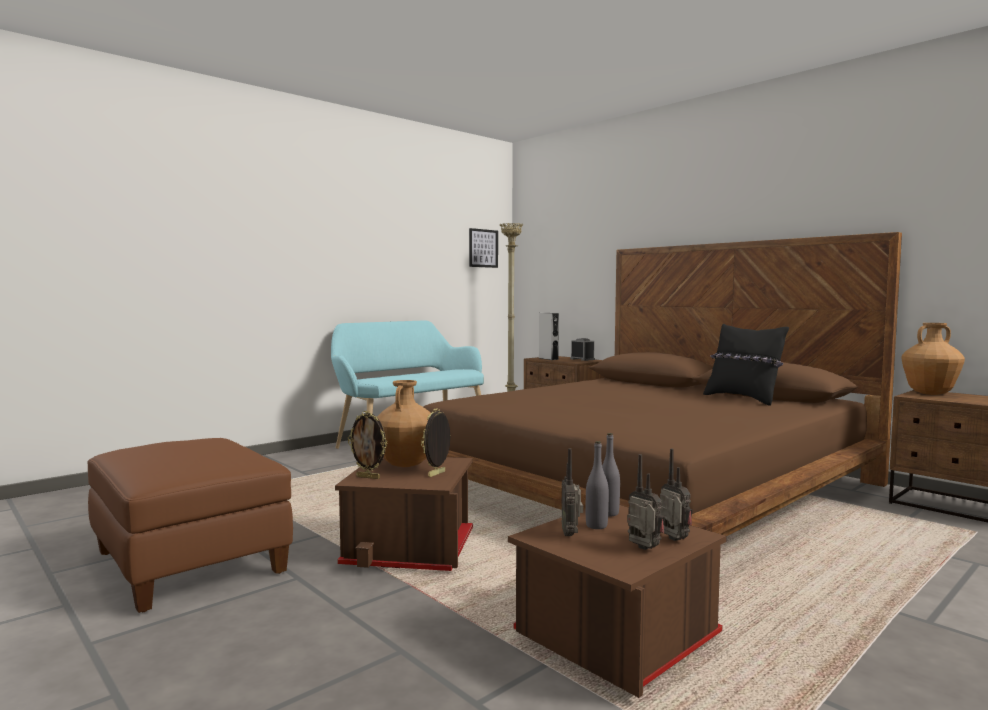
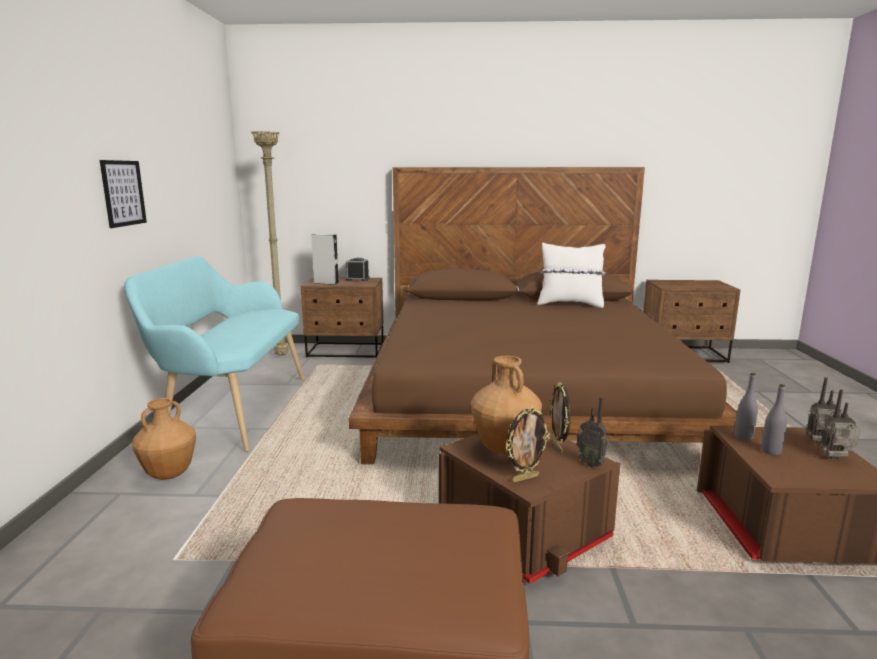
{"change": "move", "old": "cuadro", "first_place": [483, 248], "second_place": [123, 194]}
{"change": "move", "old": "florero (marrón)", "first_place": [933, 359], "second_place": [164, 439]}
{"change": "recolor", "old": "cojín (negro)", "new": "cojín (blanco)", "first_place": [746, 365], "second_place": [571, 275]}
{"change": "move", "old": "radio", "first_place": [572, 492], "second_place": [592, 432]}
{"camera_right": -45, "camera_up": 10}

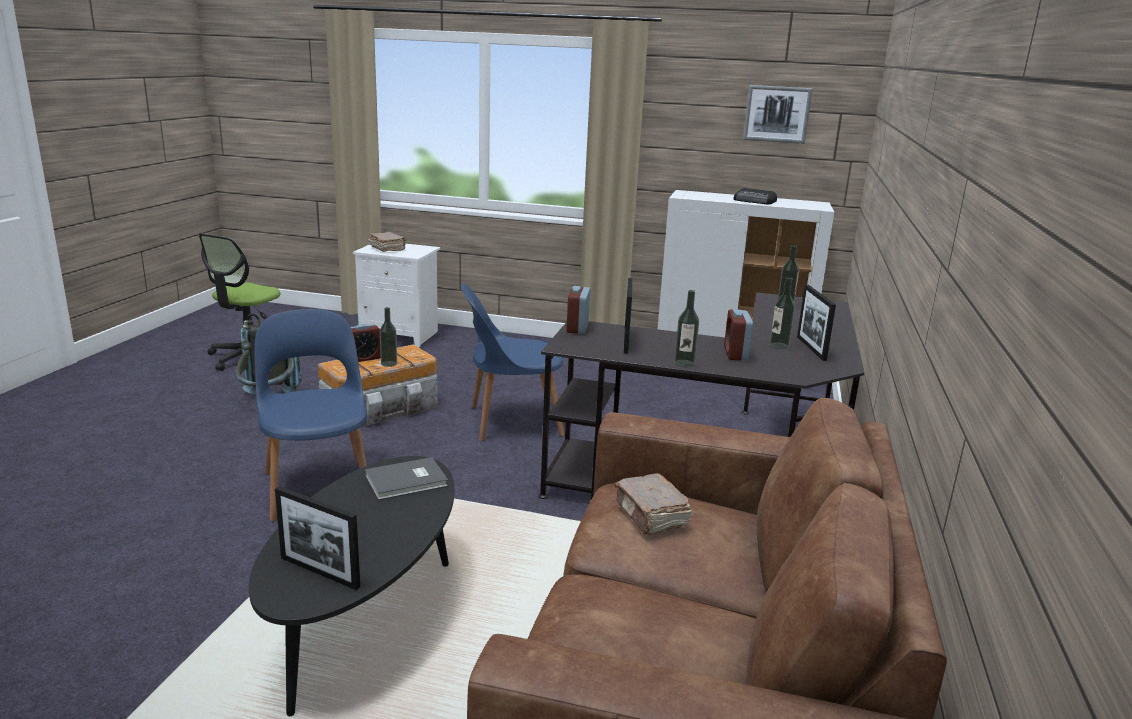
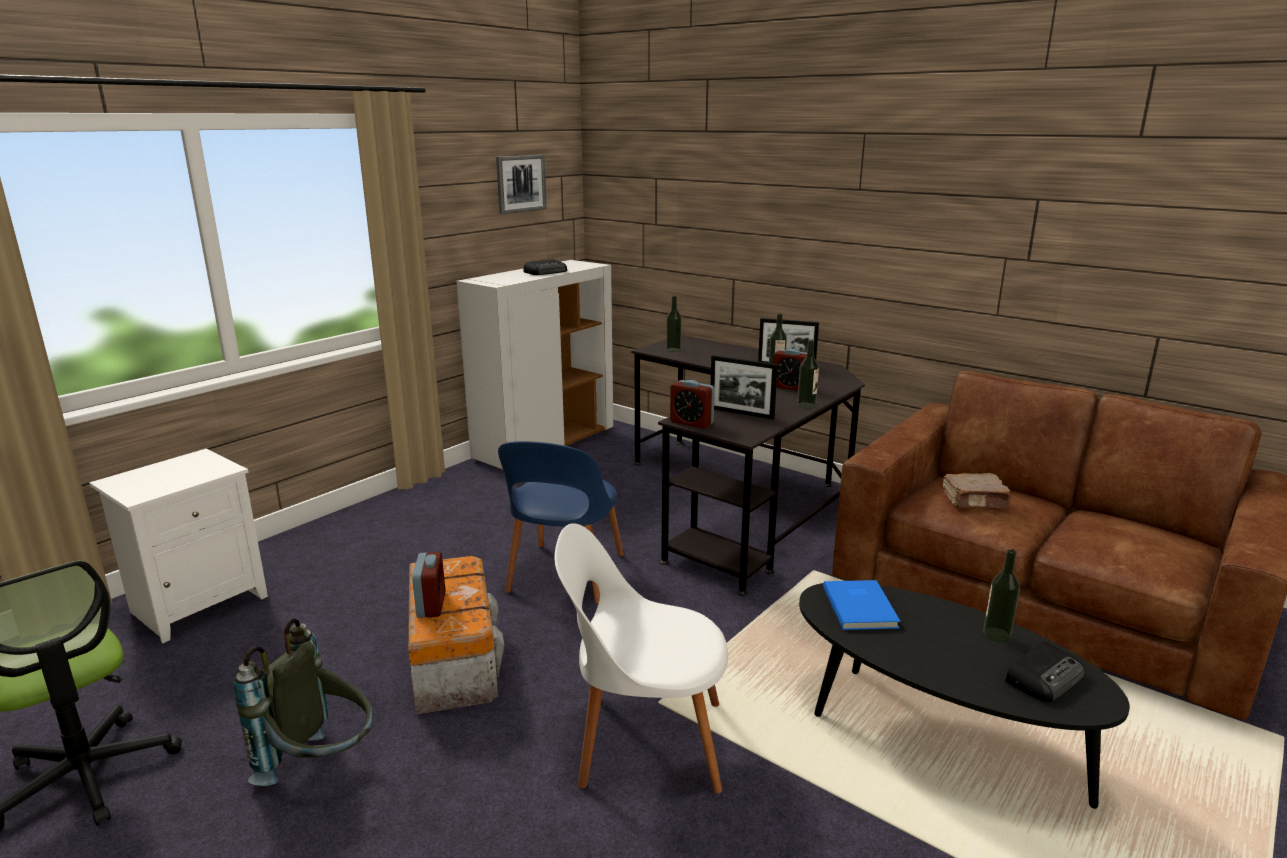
{"change": "delete", "old": "libro (marrón)", "first_place": [387, 242]}
{"change": "move", "old": "botella", "first_place": [388, 337], "second_place": [1001, 595]}
{"change": "recolor", "old": "silla (azul)", "new": "silla (blanco)", "first_place": [310, 415], "second_place": [641, 658]}
{"change": "recolor", "old": "libro (gris)", "new": "libro (azul)", "first_place": [406, 478], "second_place": [861, 605]}
{"change": "replace", "old": "portarretratos", "new": "radio", "first_place": [317, 538], "second_place": [1045, 671]}
{"camera_right": -65, "camera_up": 0}

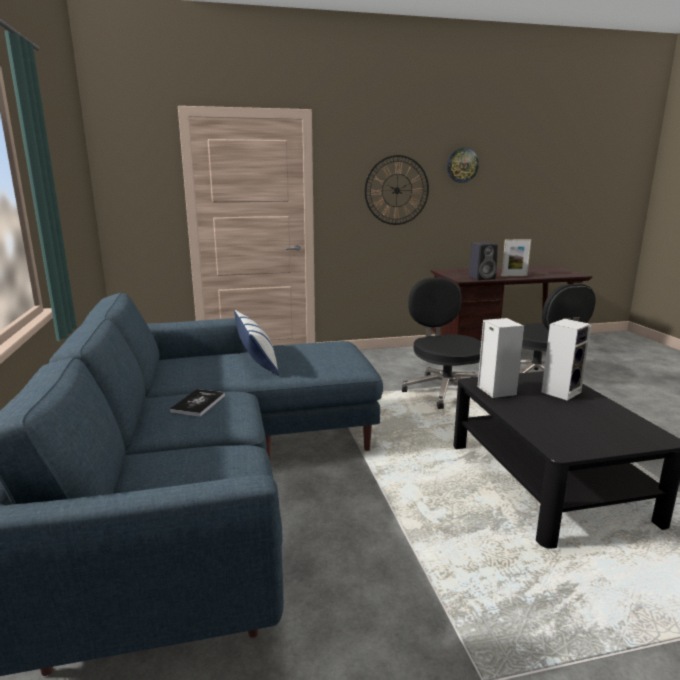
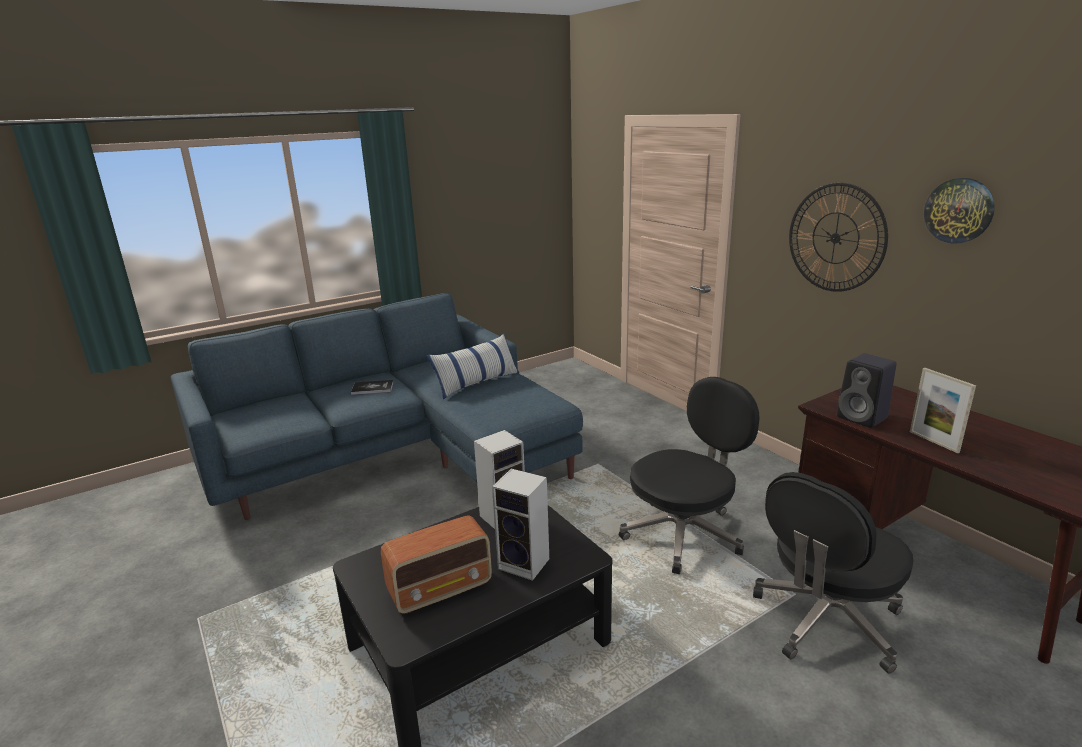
{"change": "insert", "new": "radio", "second_place": [436, 564]}
{"camera_right": 70, "camera_up": 5}

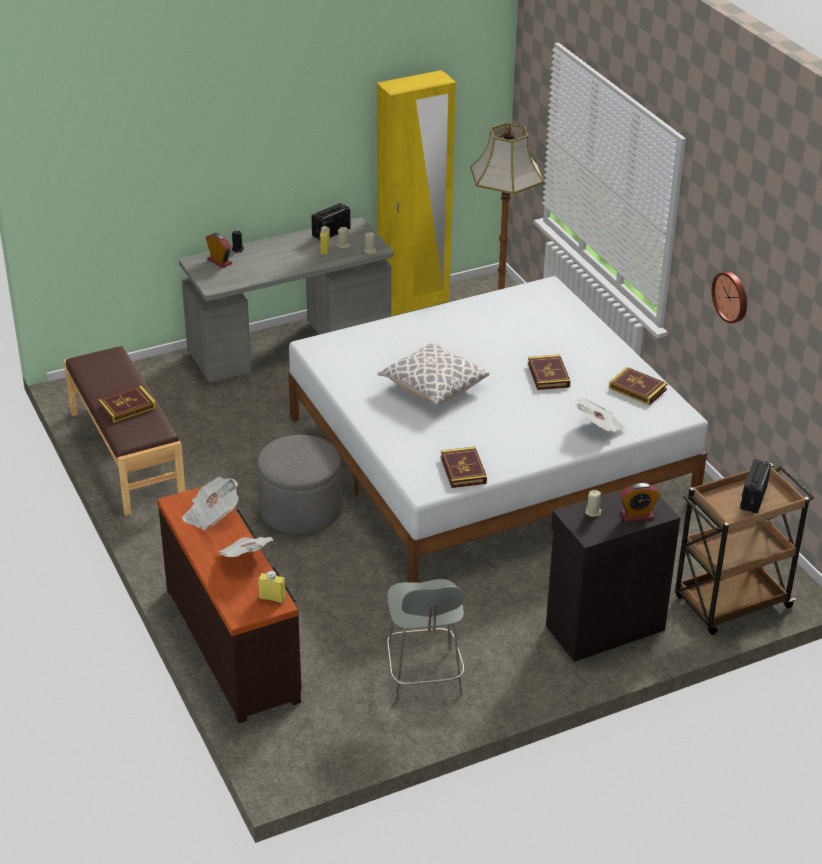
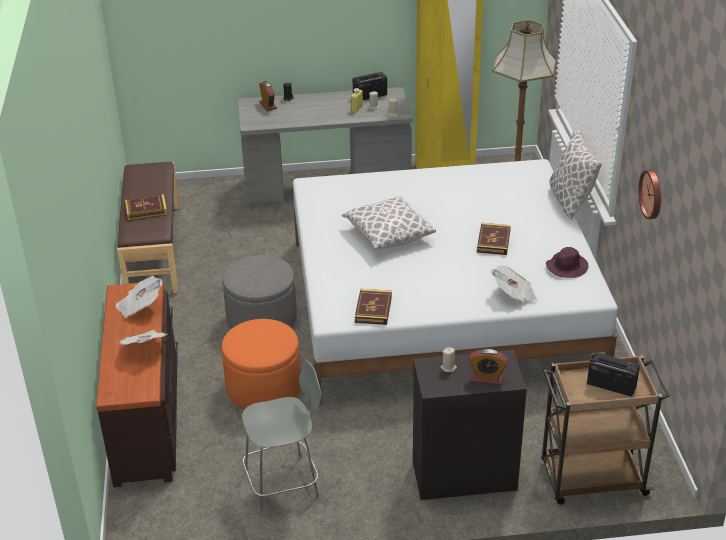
{"change": "replace", "old": "libro", "new": "sombrero (morado)", "first_place": [638, 386], "second_place": [567, 262]}
{"change": "rotate", "old": "radio", "first_place": [755, 486], "second_place": [613, 374], "degrees": 75}
{"change": "delete", "old": "botella (amarillo)", "first_place": [272, 587]}
{"change": "rotate", "old": "silla (gris)", "first_place": [425, 640], "second_place": [282, 436], "degrees": -120}
{"change": "insert", "new": "cojín", "second_place": [576, 174]}
{"change": "insert", "new": "puf (naranja)", "second_place": [261, 364]}
{"camera_right": 20, "camera_up": 0}

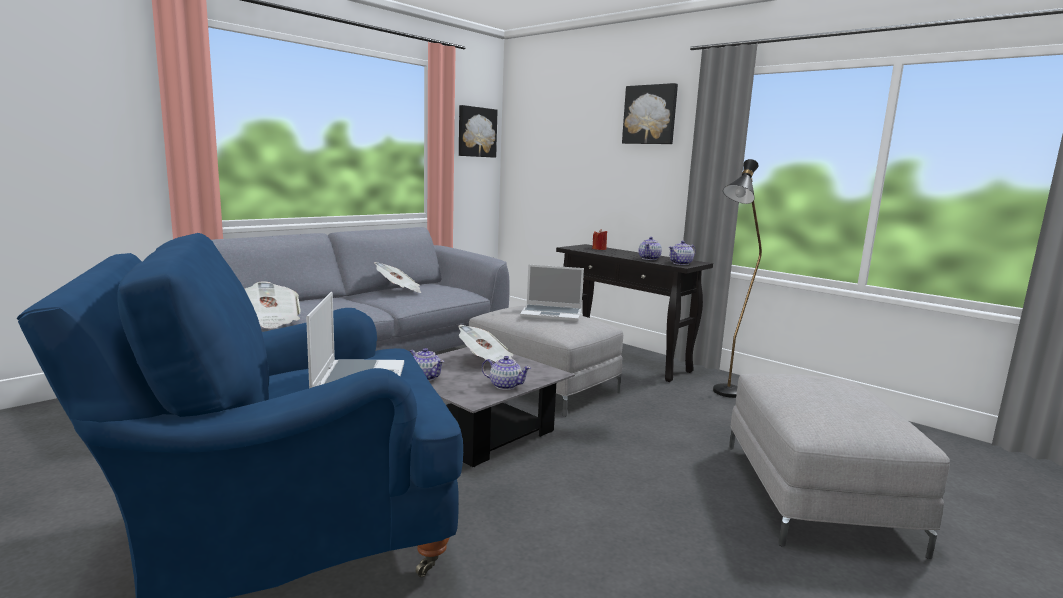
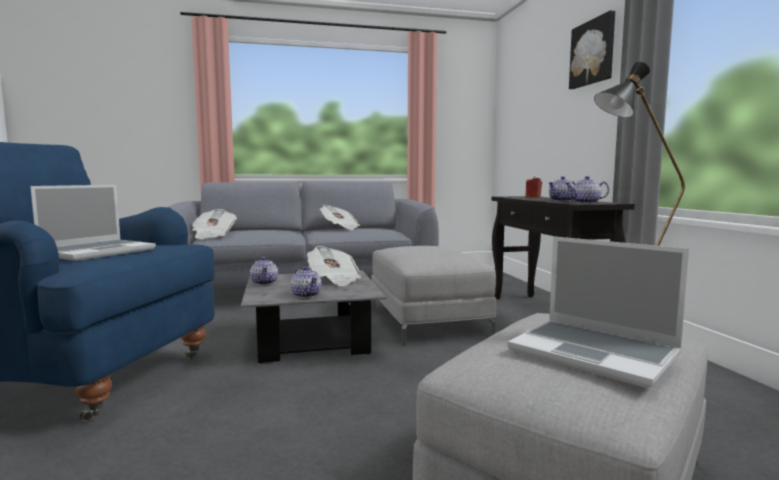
{"change": "delete", "old": "cuadro", "first_place": [478, 131]}
{"change": "move", "old": "portátil", "first_place": [552, 293], "second_place": [599, 312]}
{"camera_right": 35, "camera_up": -5}

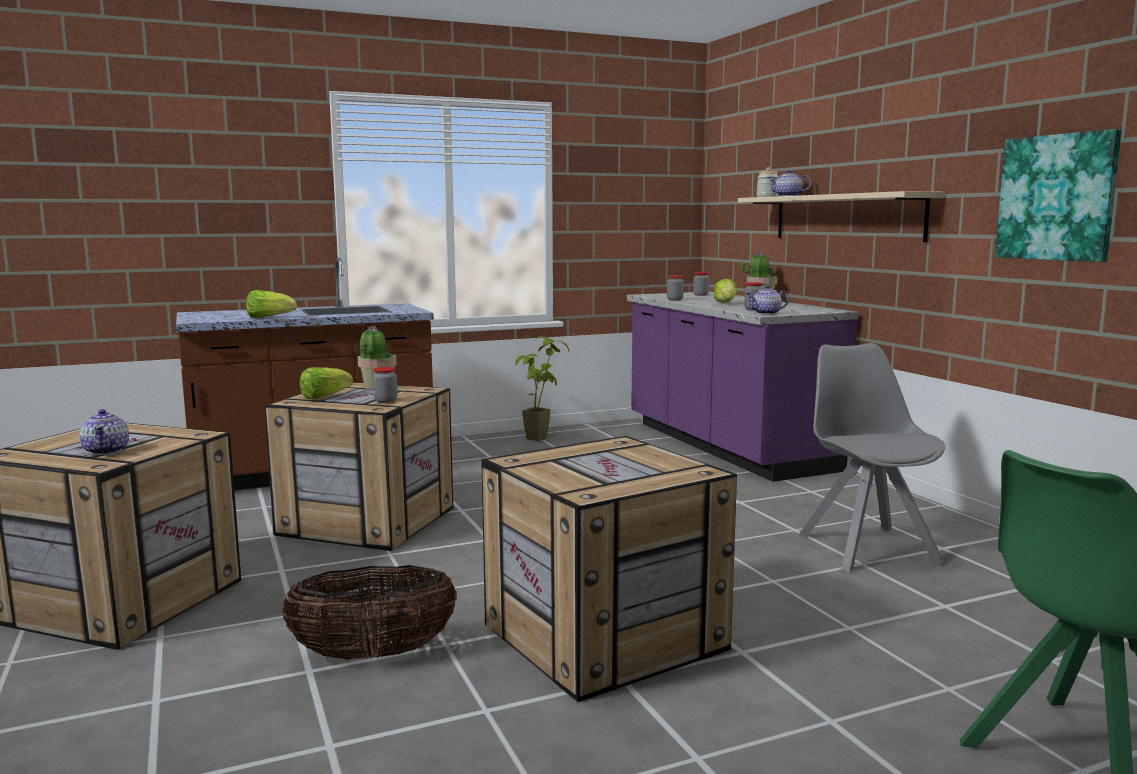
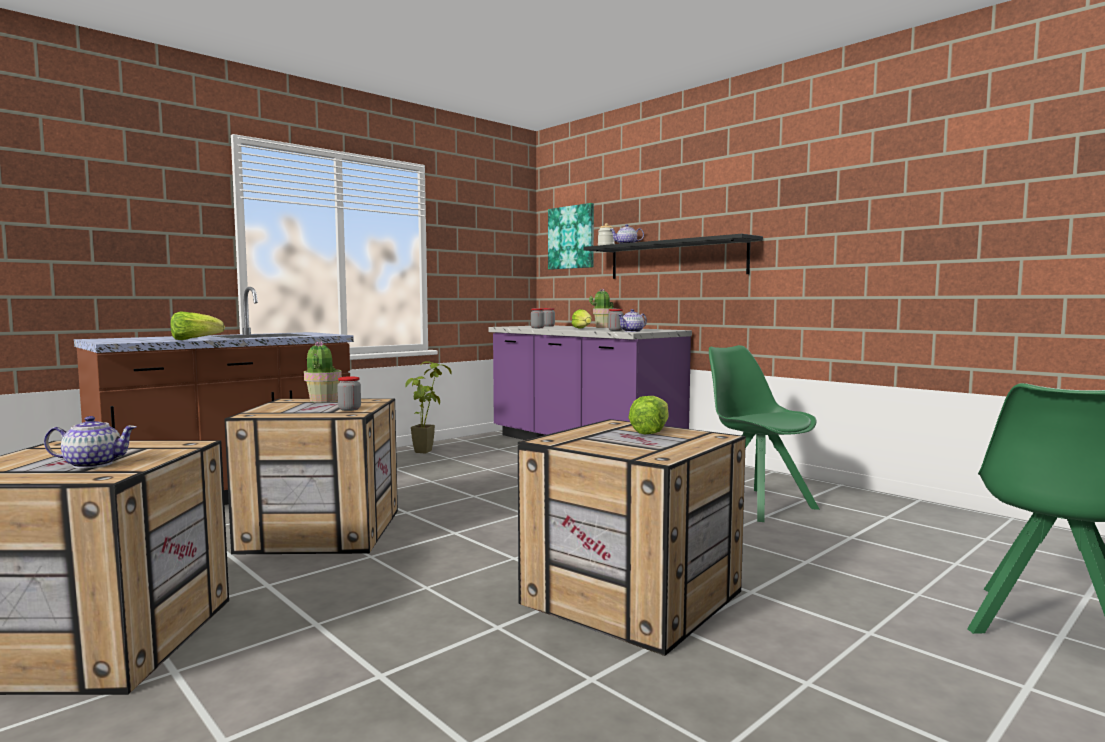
{"change": "move", "old": "cuadro", "first_place": [1058, 195], "second_place": [571, 236]}
{"change": "recolor", "old": "estante (beis)", "new": "estante (negro)", "first_place": [841, 216], "second_place": [673, 256]}
{"change": "recolor", "old": "silla (gris)", "new": "silla (verde)", "first_place": [872, 457], "second_place": [764, 433]}
{"change": "move", "old": "lechuga", "first_place": [326, 383], "second_place": [648, 415]}
{"change": "rotate", "old": "tetera", "first_place": [104, 432], "second_place": [90, 442], "degrees": -60}
{"change": "delete", "old": "cesta", "first_place": [369, 612]}
{"camera_right": -20, "camera_up": -5}

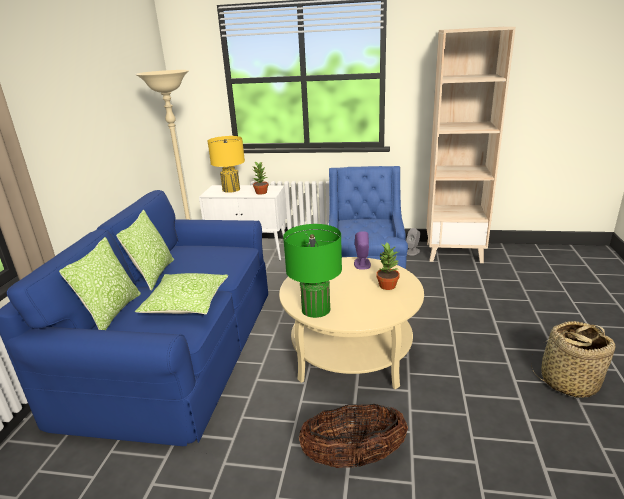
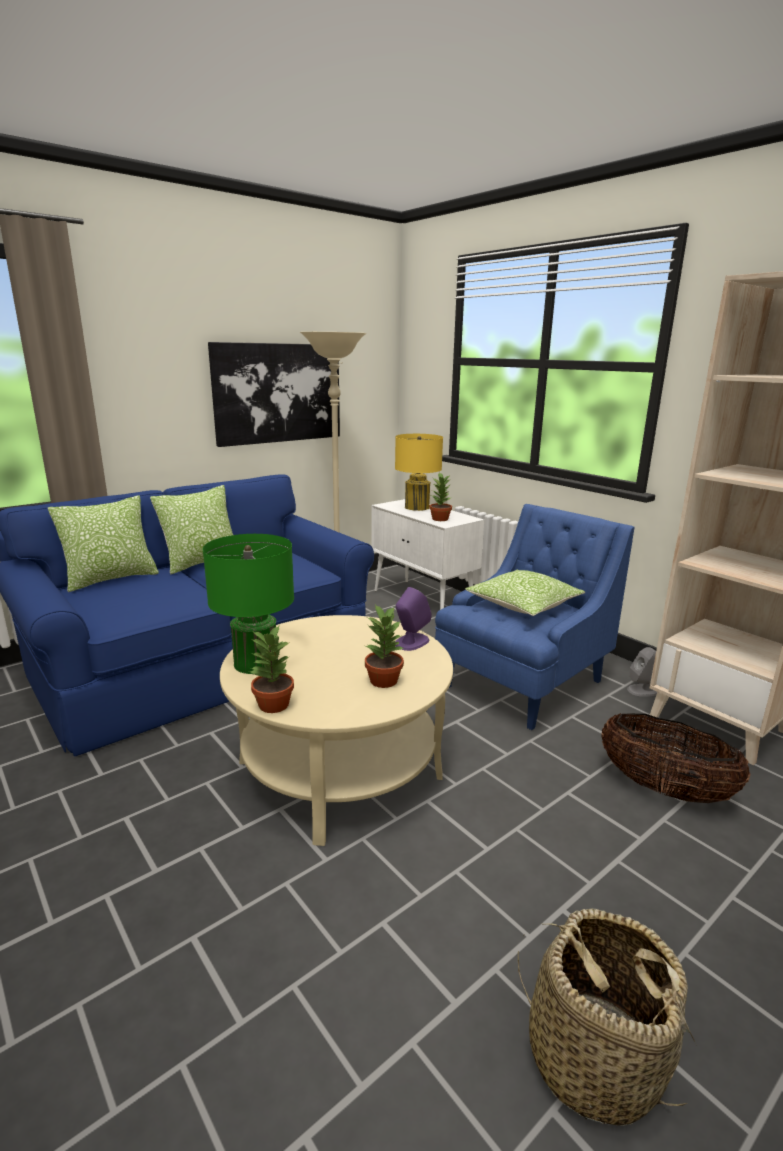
{"change": "move", "old": "cojín", "first_place": [181, 293], "second_place": [525, 593]}
{"change": "move", "old": "cesta", "first_place": [353, 436], "second_place": [676, 758]}
{"change": "insert", "new": "cuadro", "second_place": [274, 394]}
{"change": "insert", "new": "planta en maceta", "second_place": [271, 669]}
{"camera_right": 40, "camera_up": -5}

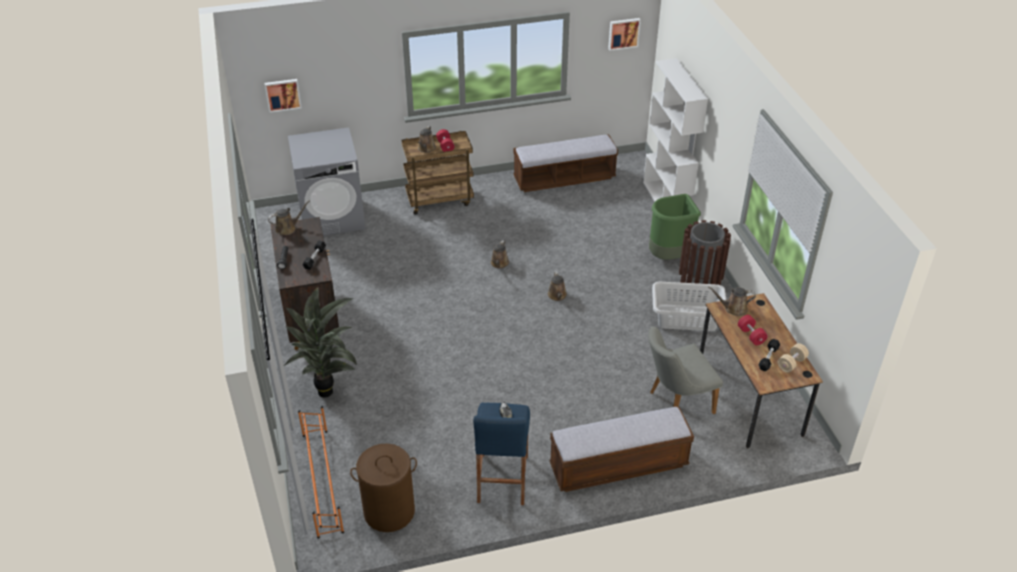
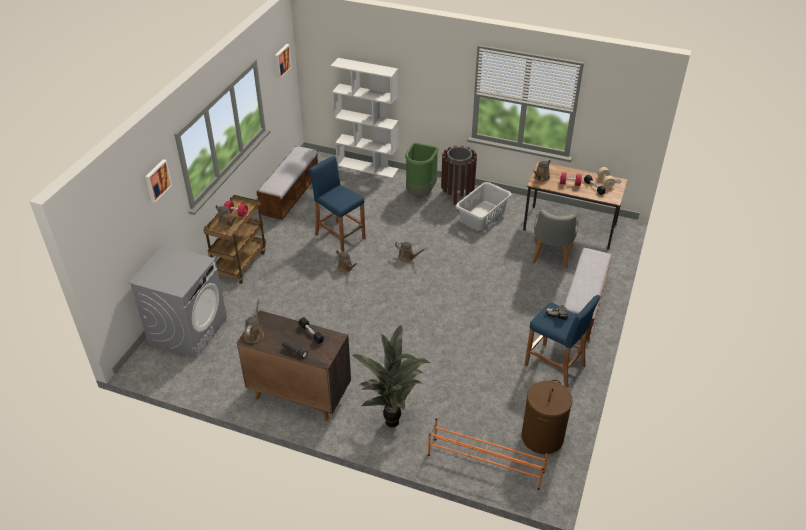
{"change": "move", "old": "cuadro", "first_place": [283, 96], "second_place": [158, 181]}
{"change": "insert", "new": "taburete (azul)", "second_place": [337, 204]}
{"camera_right": -55, "camera_up": 0}

